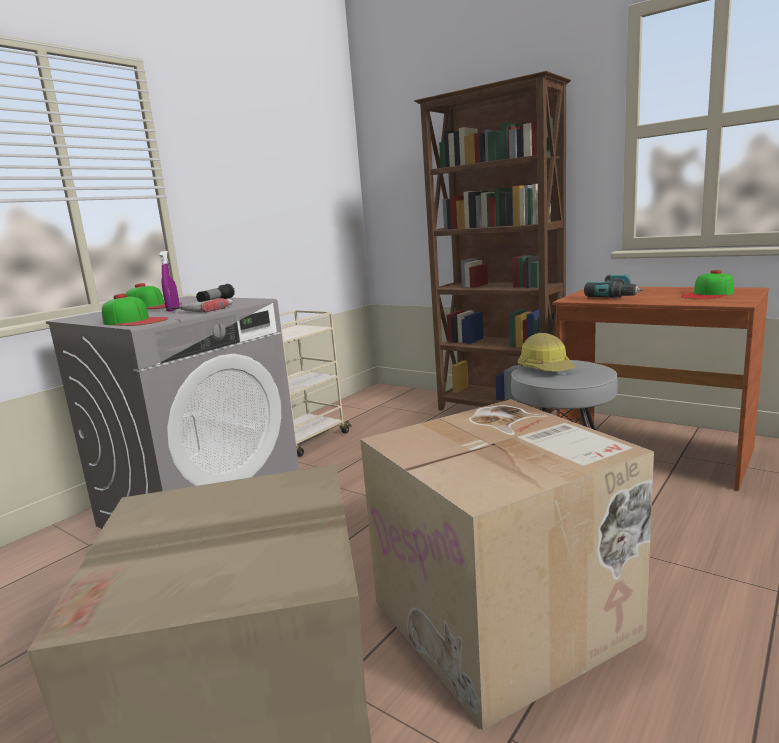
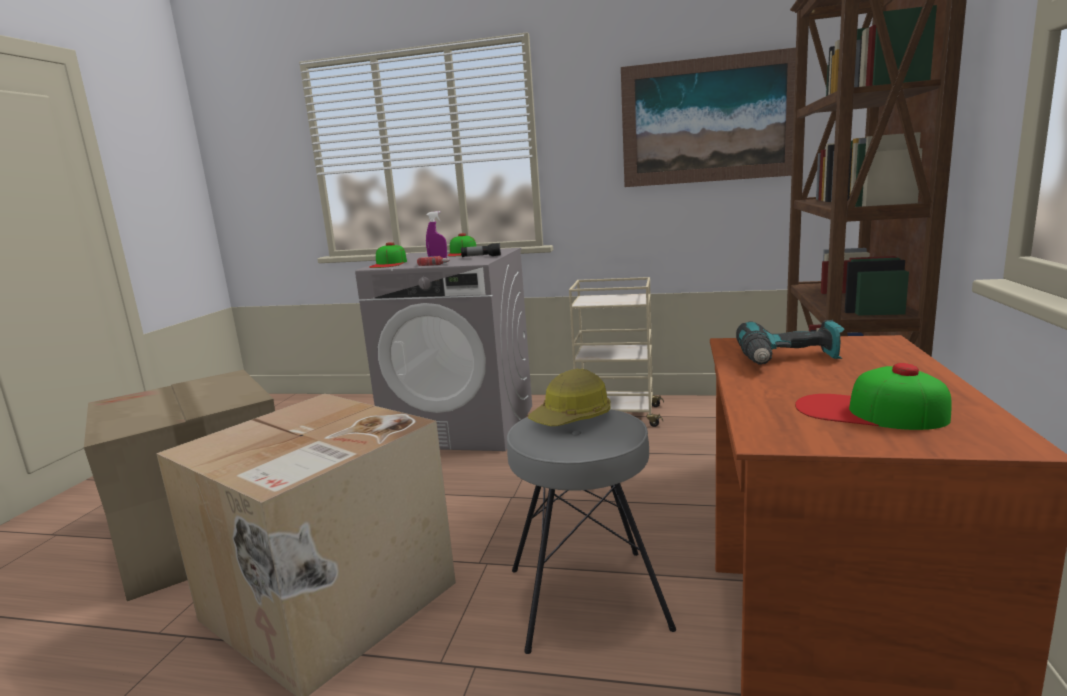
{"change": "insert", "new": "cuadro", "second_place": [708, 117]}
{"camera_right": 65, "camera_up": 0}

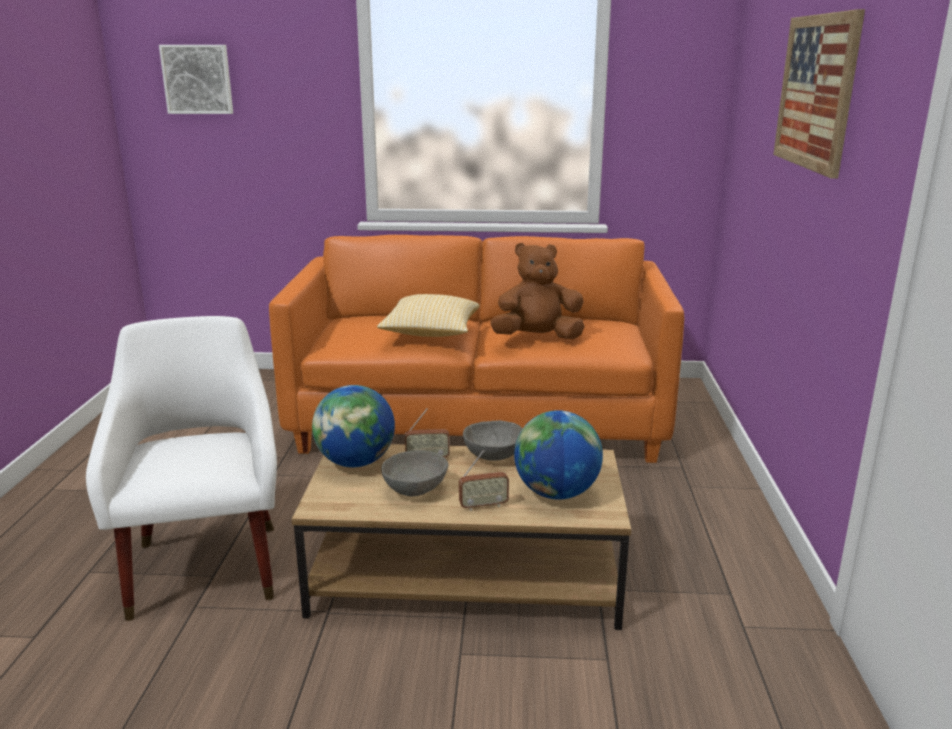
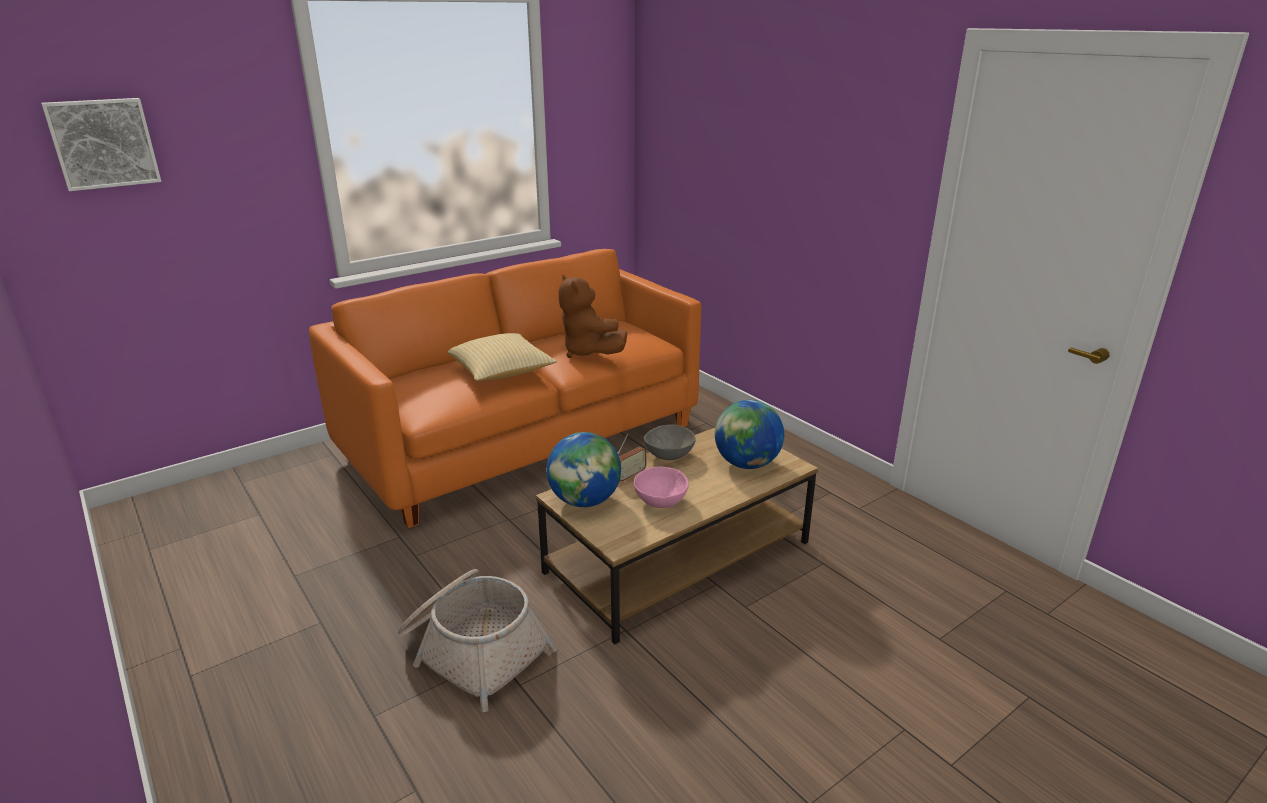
{"change": "delete", "old": "cuadro", "first_place": [819, 94]}
{"change": "rotate", "old": "peluche (marrón)", "first_place": [537, 291], "second_place": [592, 316], "degrees": -75}
{"change": "replace", "old": "sillón (blanco)", "new": "cesta", "first_place": [181, 468], "second_place": [477, 640]}
{"change": "recolor", "old": "cuenco (gris)", "new": "cuenco (rosa)", "first_place": [415, 473], "second_place": [661, 487]}
{"change": "delete", "old": "radio", "first_place": [484, 480]}
{"camera_right": -40, "camera_up": 5}

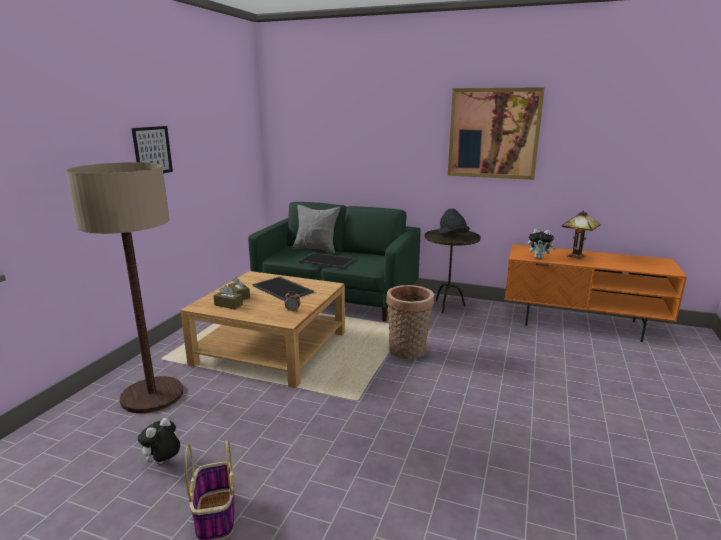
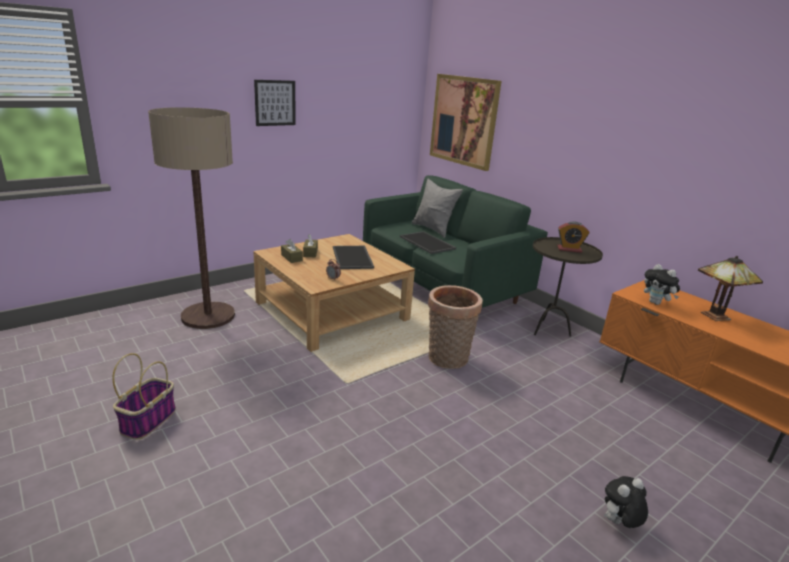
{"change": "move", "old": "cuadro", "first_place": [496, 133], "second_place": [466, 122]}
{"change": "replace", "old": "sombrero (negro)", "new": "despertador", "first_place": [454, 222], "second_place": [573, 237]}
{"change": "move", "old": "peluche", "first_place": [159, 441], "second_place": [626, 502]}
{"camera_right": 30, "camera_up": 5}

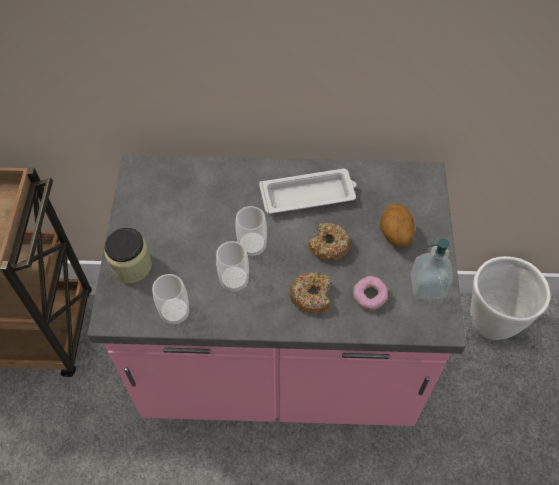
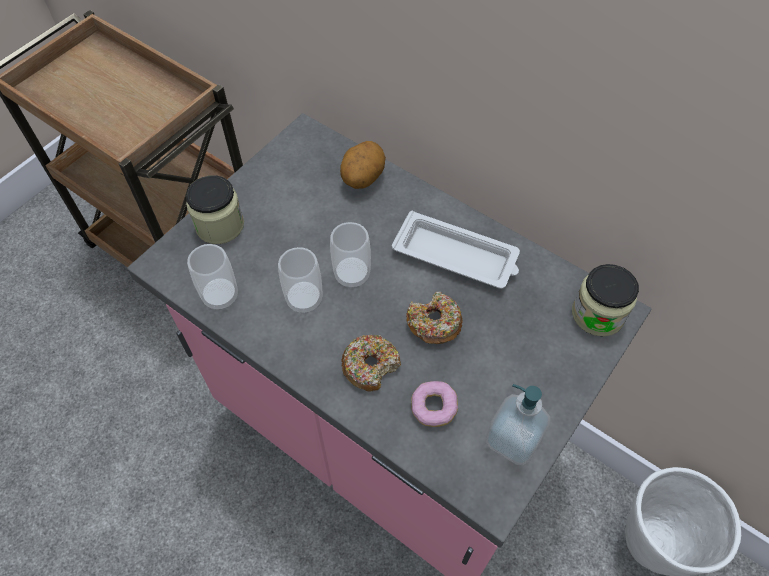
{"change": "move", "old": "patata", "first_place": [397, 225], "second_place": [363, 165]}
{"change": "insert", "new": "tarro", "second_place": [605, 300]}
{"camera_right": 35, "camera_up": 0}

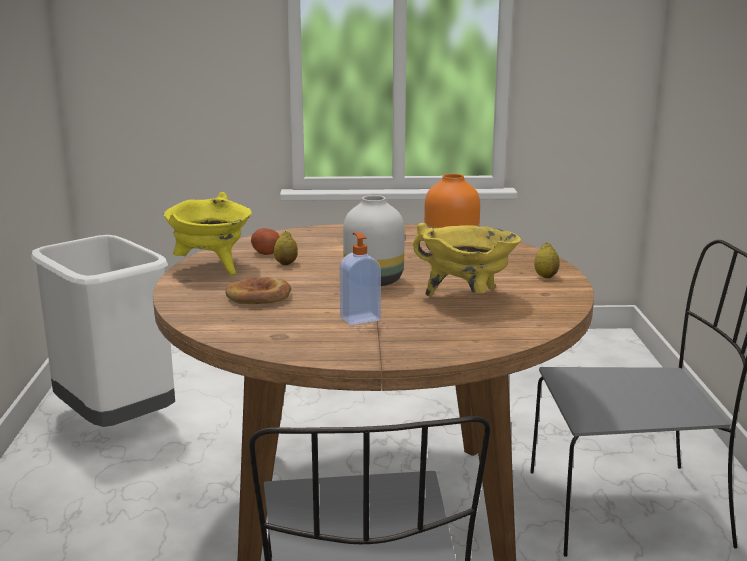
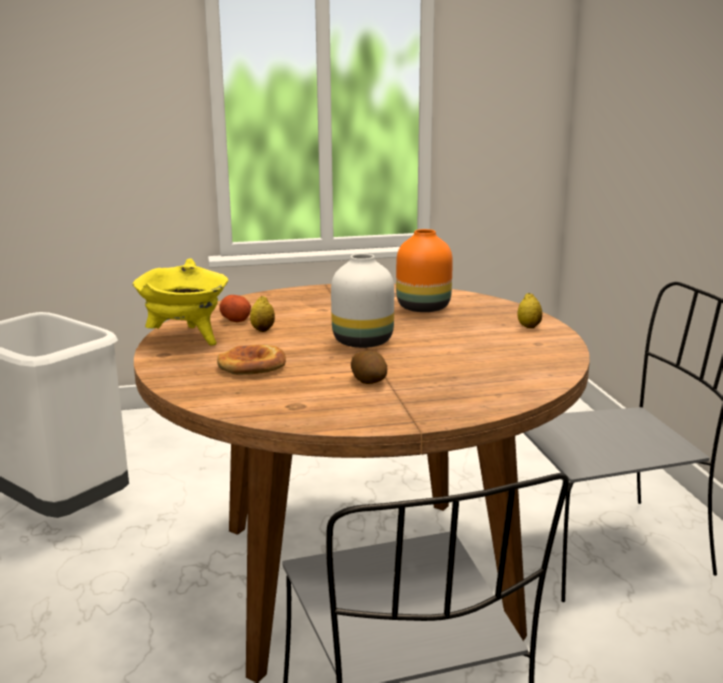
{"change": "delete", "old": "olla (amarillo)", "first_place": [467, 259]}
{"change": "replace", "old": "dispensador de jabón", "new": "patata", "first_place": [360, 278], "second_place": [369, 367]}
{"camera_right": -10, "camera_up": 0}

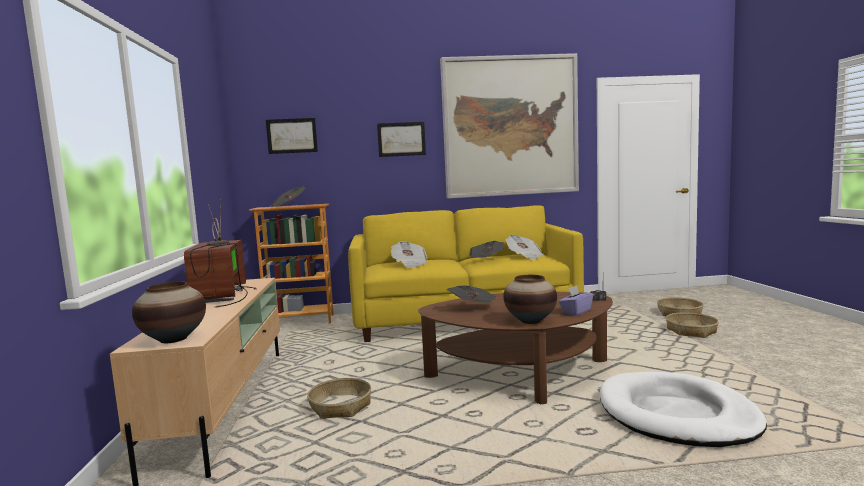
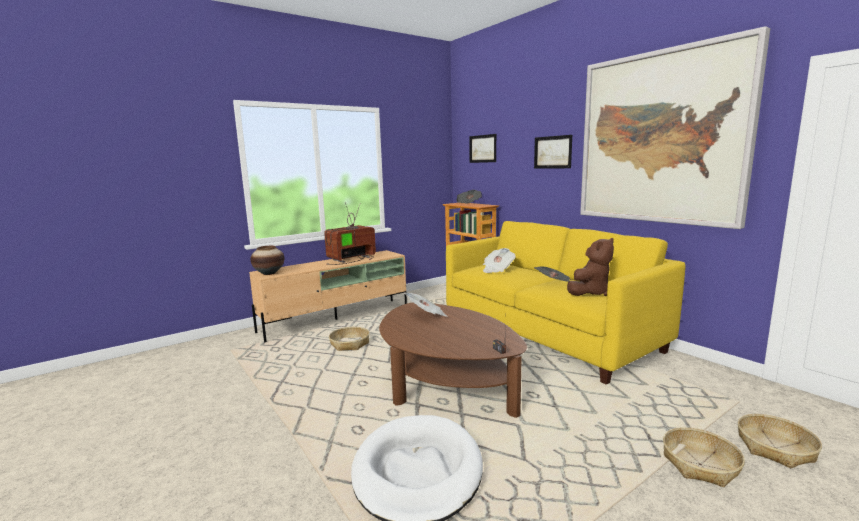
{"change": "replace", "old": "periódico", "new": "peluche (marrón)", "first_place": [524, 247], "second_place": [590, 267]}
{"change": "delete", "old": "florero", "first_place": [530, 299]}
{"change": "delete", "old": "caja de pañuelos (morado)", "first_place": [576, 301]}
{"camera_right": 60, "camera_up": 5}

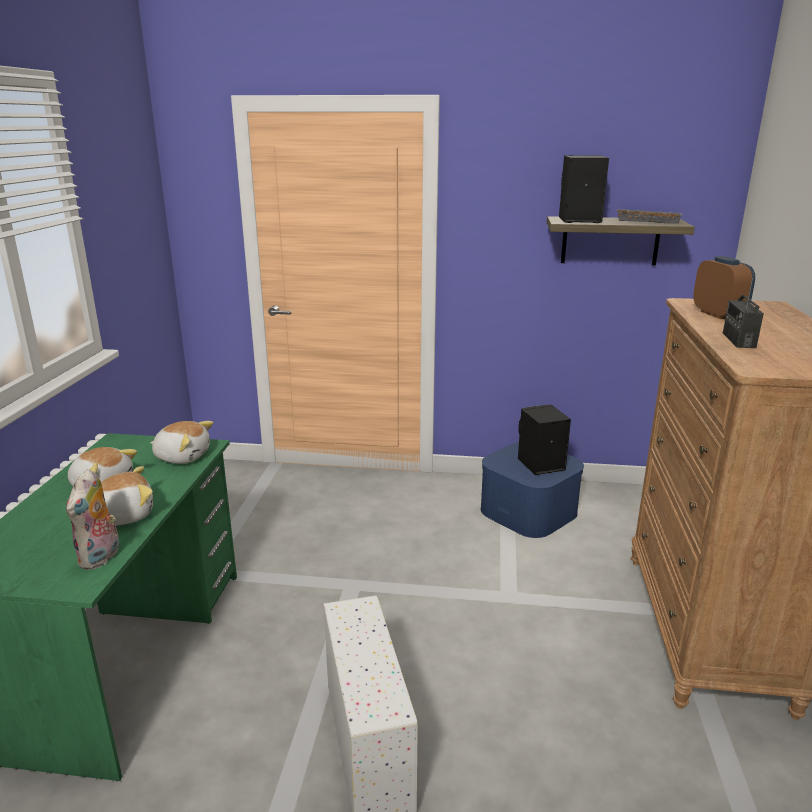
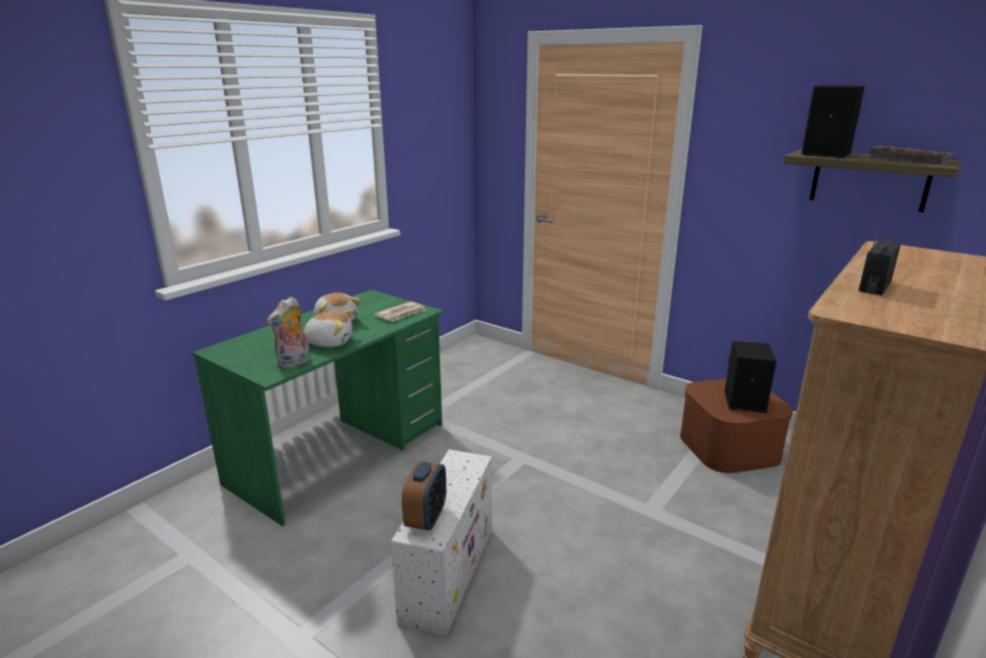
{"change": "move", "old": "despertador", "first_place": [724, 287], "second_place": [424, 496]}
{"change": "replace", "old": "peluche", "new": "periódico", "first_place": [182, 442], "second_place": [400, 311]}
{"change": "recolor", "old": "caja de almacenaje (azul)", "new": "caja de almacenaje (marrón)", "first_place": [532, 490], "second_place": [736, 425]}
{"camera_right": 30, "camera_up": 0}

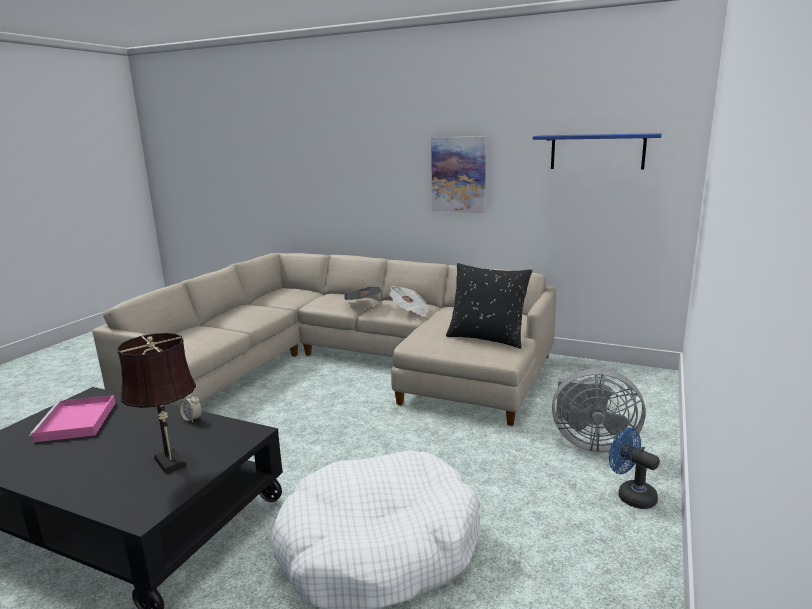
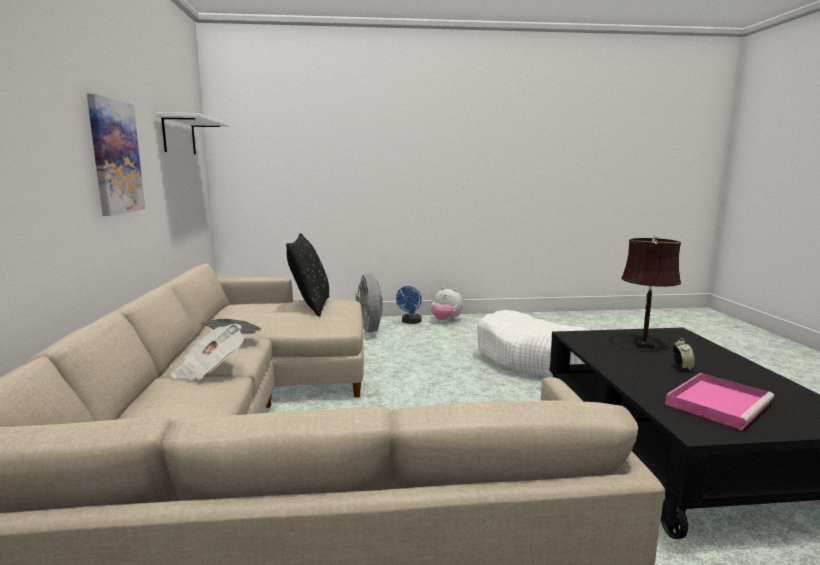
{"change": "recolor", "old": "estante (azul)", "new": "estante (blanco)", "first_place": [597, 151], "second_place": [193, 134]}
{"change": "move", "old": "despertador", "first_place": [190, 407], "second_place": [684, 354]}
{"change": "insert", "new": "peluche", "second_place": [447, 304]}
{"camera_right": -120, "camera_up": -5}

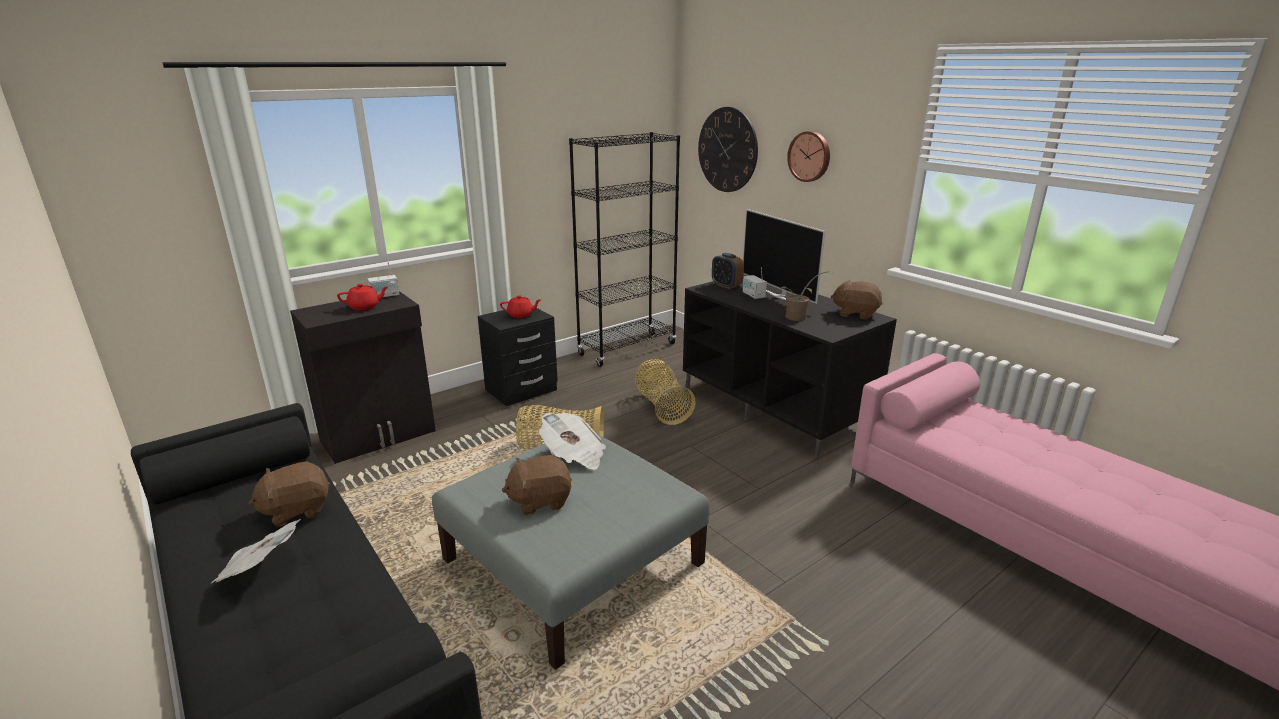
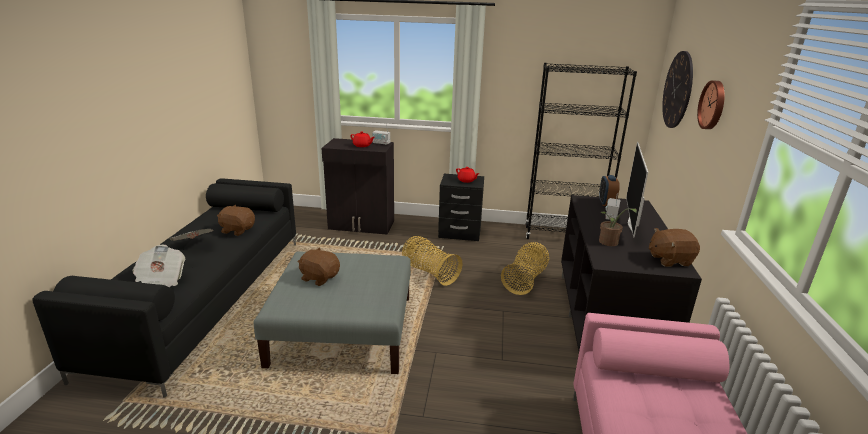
{"change": "rotate", "old": "peluche (marrón)", "first_place": [856, 299], "second_place": [674, 247], "degrees": -75}
{"change": "move", "old": "periódico", "first_place": [572, 441], "second_place": [158, 266]}
{"camera_right": 45, "camera_up": 0}

